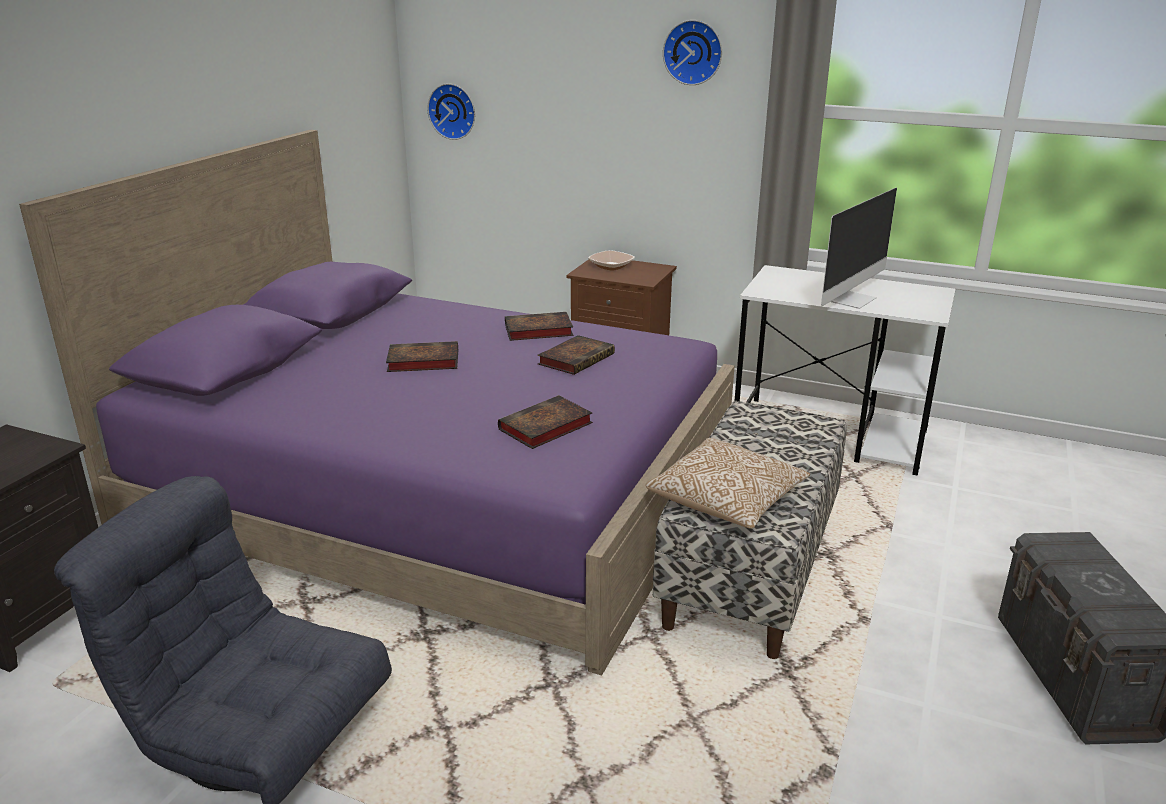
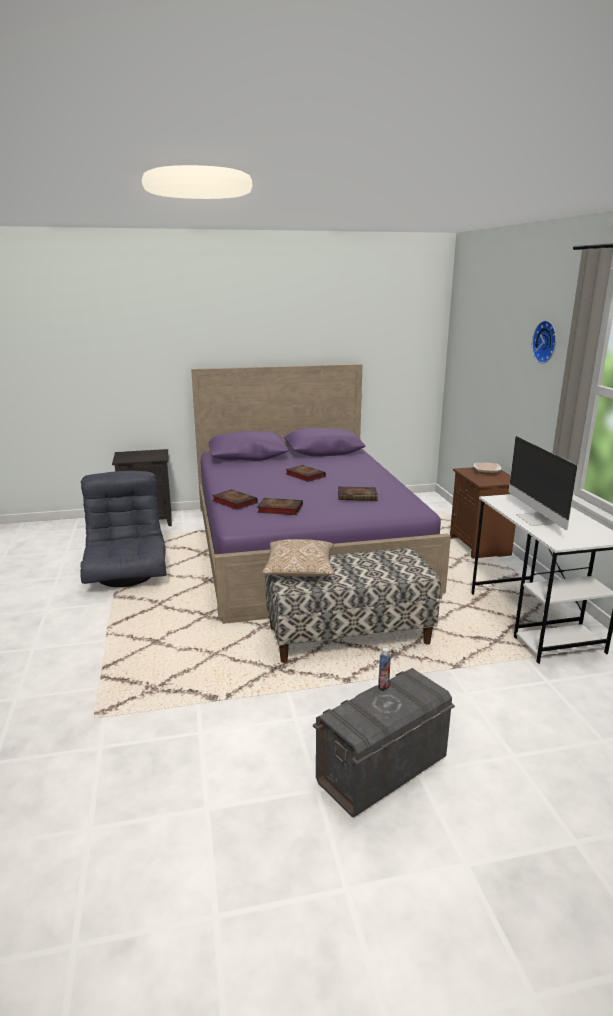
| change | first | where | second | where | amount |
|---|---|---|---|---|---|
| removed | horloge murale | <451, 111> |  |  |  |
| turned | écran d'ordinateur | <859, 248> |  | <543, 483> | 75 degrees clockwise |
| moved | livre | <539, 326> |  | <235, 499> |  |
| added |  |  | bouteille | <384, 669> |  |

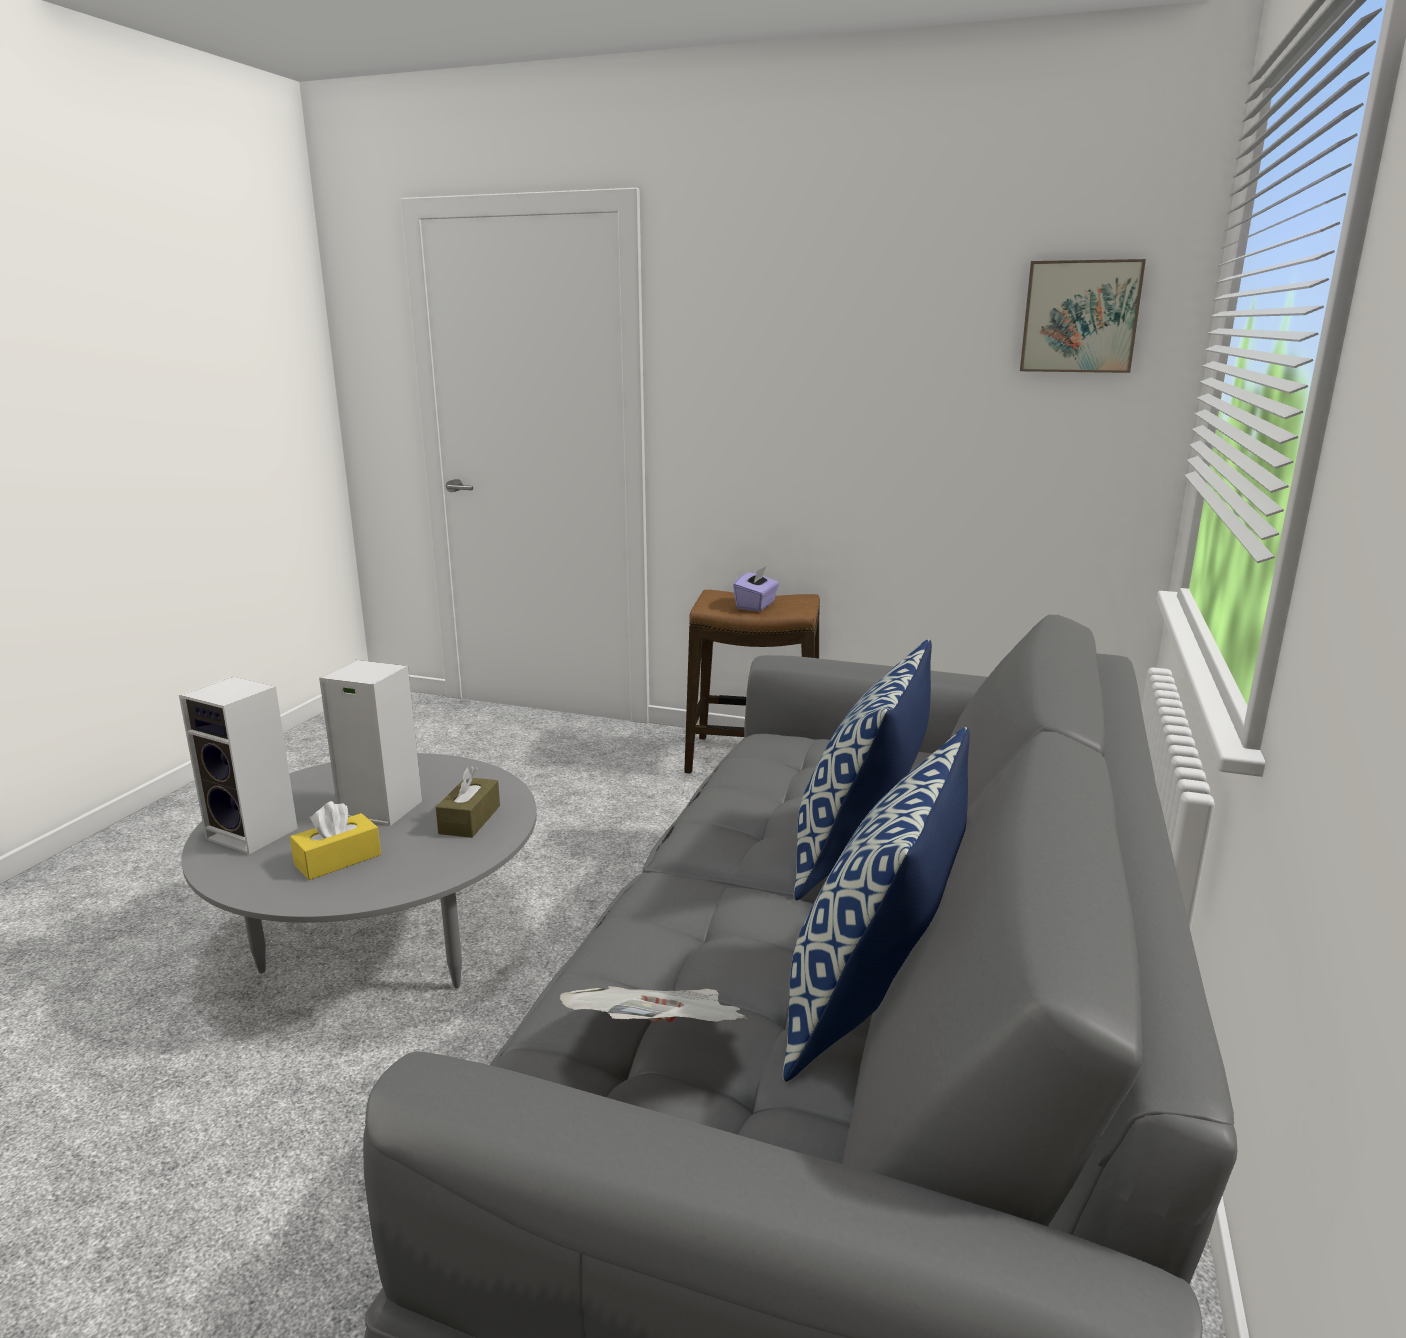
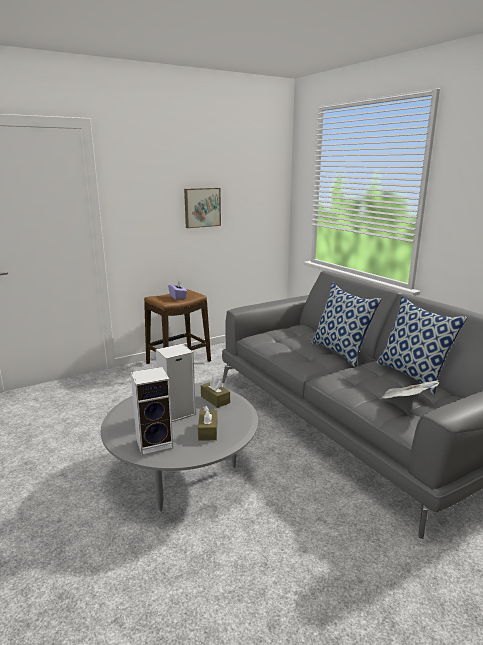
| change | first | where | second | where | amount |
|---|---|---|---|---|---|
| moved | tableau | <1083, 316> |  | <202, 208> |  |
| recoloured | boîte à mouchoirs/jaune | <335, 840> | boîte à mouchoirs/marron | <207, 423> |  |

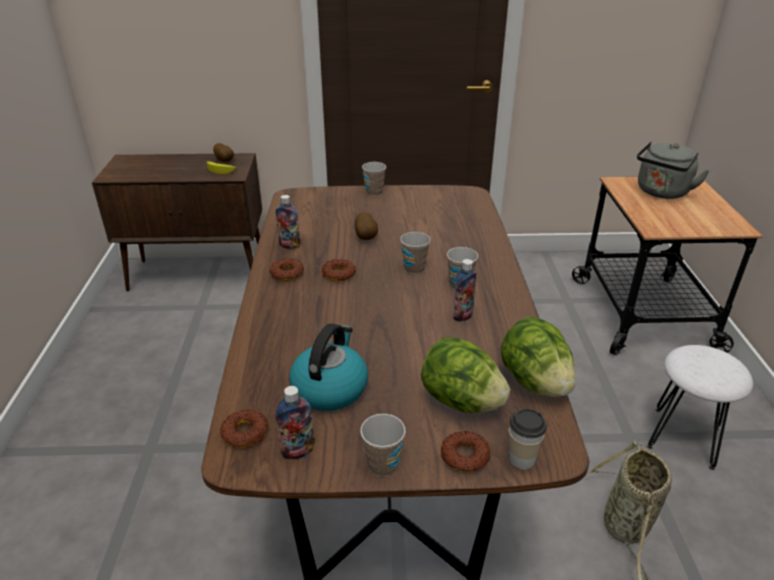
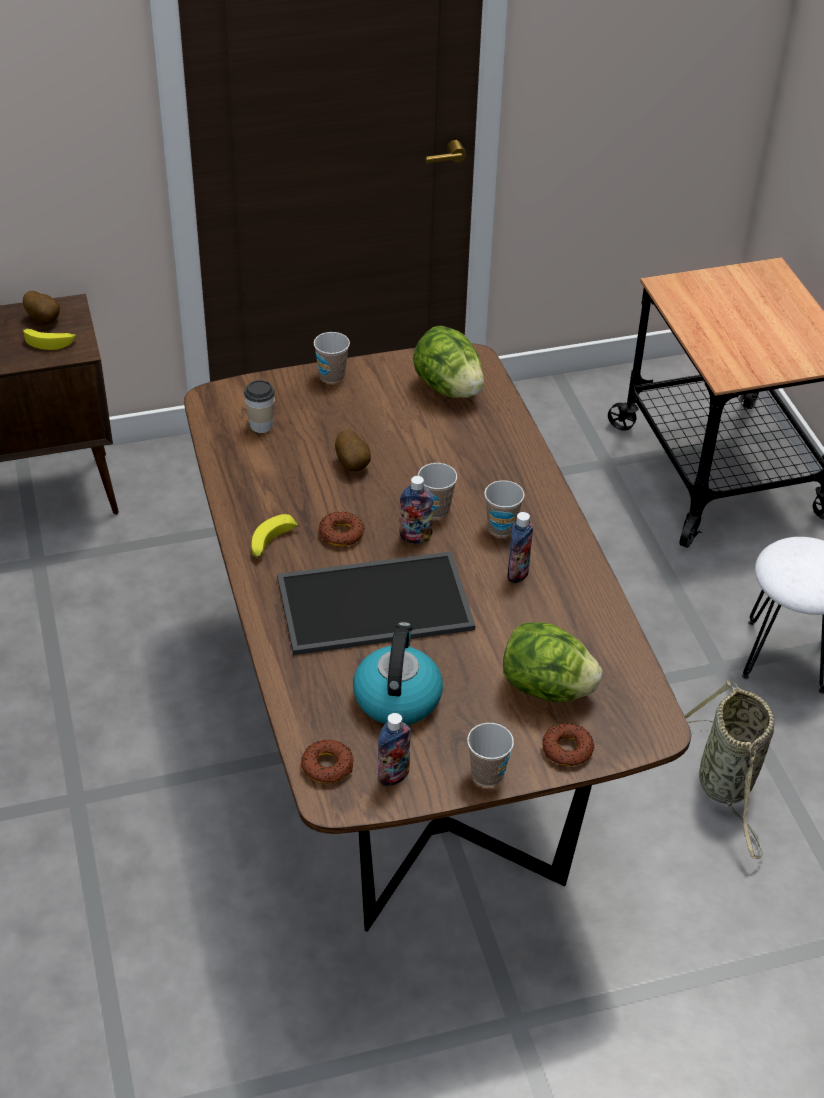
| change | first | where | second | where | amount |
|---|---|---|---|---|---|
| removed | bouilloire/gris | <673, 170> |  |  |  |
| moved | bouteille | <288, 222> |  | <416, 510> |  |
| replaced | beignet | <286, 269> | banane | <276, 536> |  |
| moved | laitue | <538, 357> |  | <448, 362> |  |
| moved | tasse | <528, 439> |  | <259, 406> |  |
| added |  |  | plateau | <376, 603> |  |

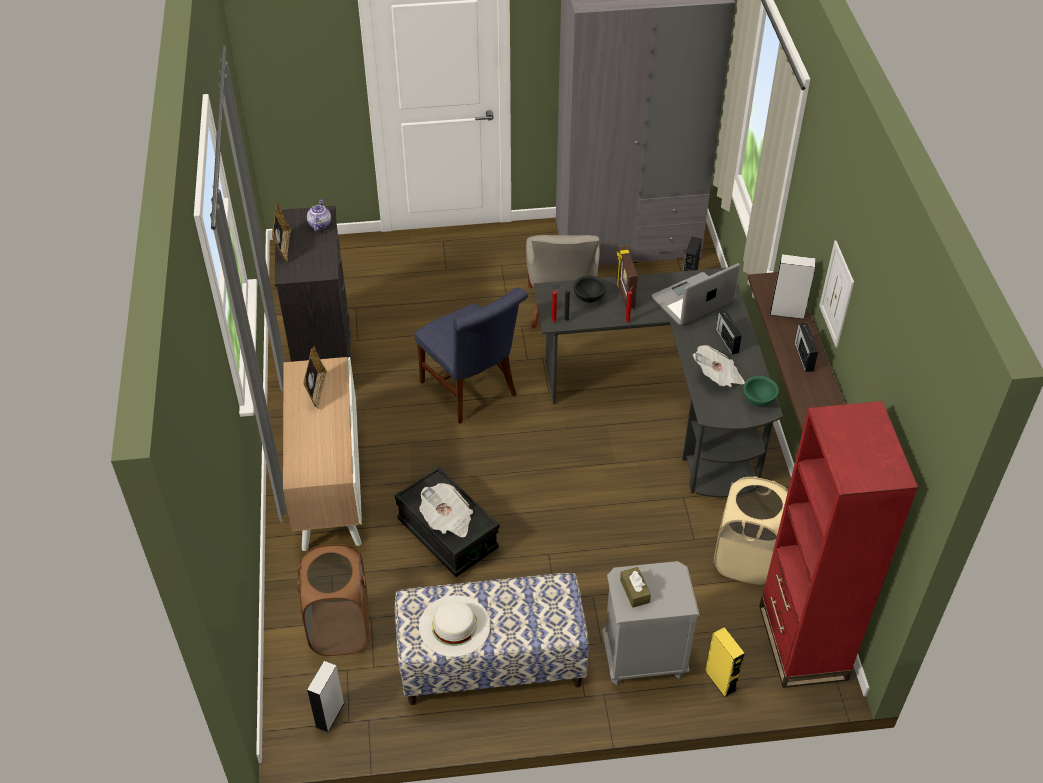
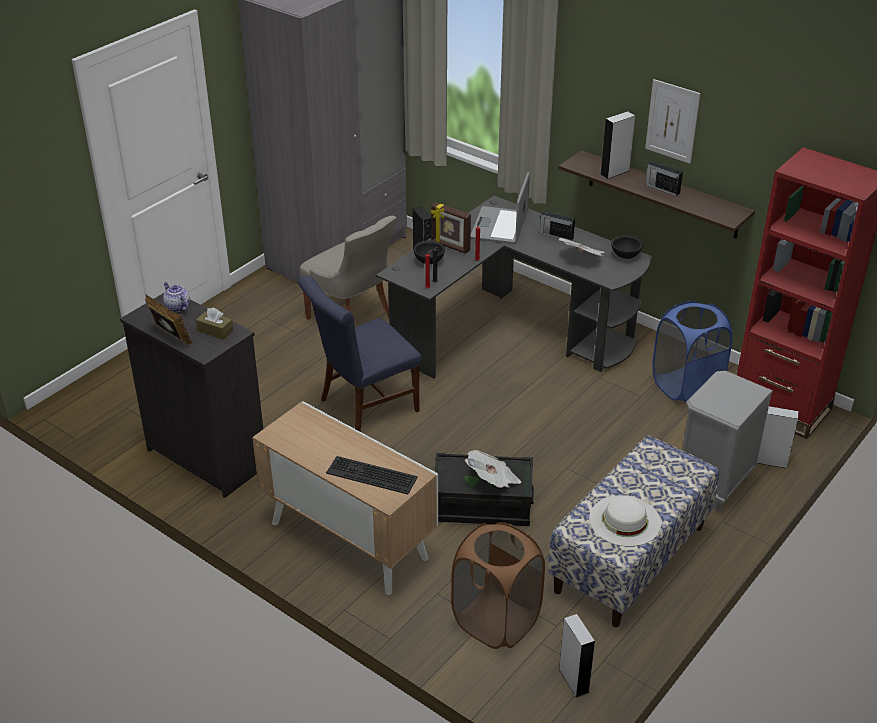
| change | first | where | second | where | amount |
|---|---|---|---|---|---|
| turned | chaise/bleu | <471, 356> |  | <360, 353> | 135 degrees clockwise |
| removed | cadre photo | <315, 377> |  |  |  |
| recoloured | bol/vert | <761, 391> | bol/noir | <627, 247> |  |
| recoloured | panier à linge/beige | <751, 530> | panier à linge/bleu | <692, 351> |  |
| moved | boîte à mouchoirs/marron | <635, 587> |  | <214, 323> |  |
| recoloured | enceinte/jaune | <725, 662> | enceinte/gris | <778, 437> |  |
| added |  |  | clavier | <372, 475> |  |

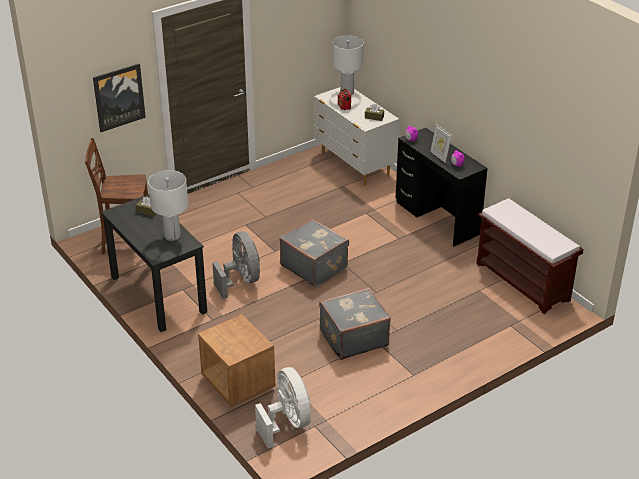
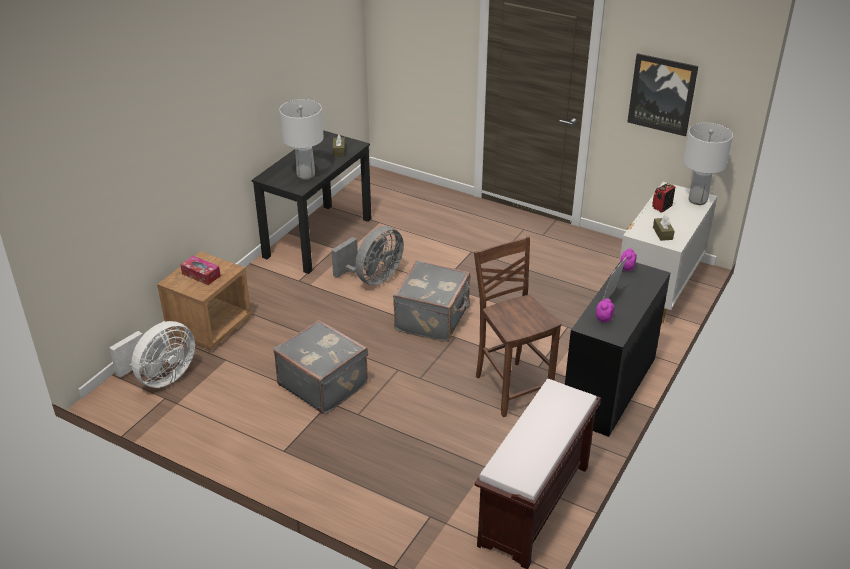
| change | first | where | second | where | amount |
|---|---|---|---|---|---|
| moved | tableau | <119, 98> |  | <662, 94> |  |
| moved | chaise/marron | <116, 196> |  | <517, 327> |  |
| added |  |  | boîte à mouchoirs | <200, 270> |  |

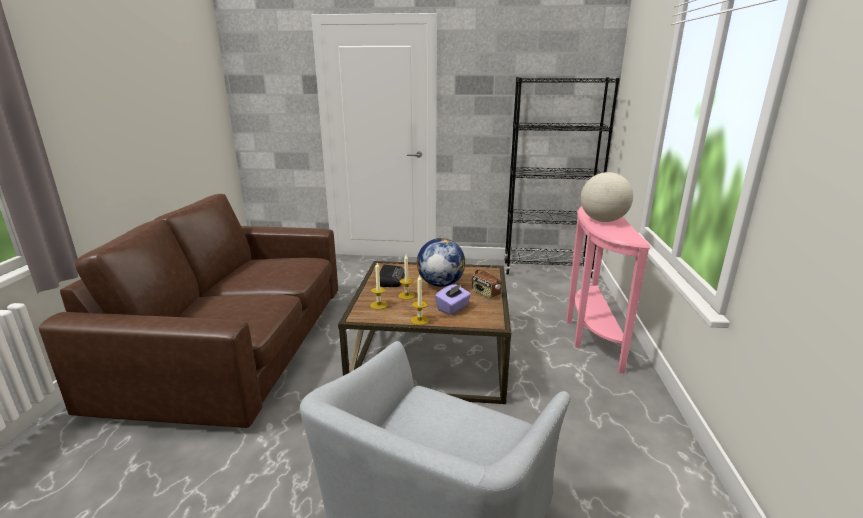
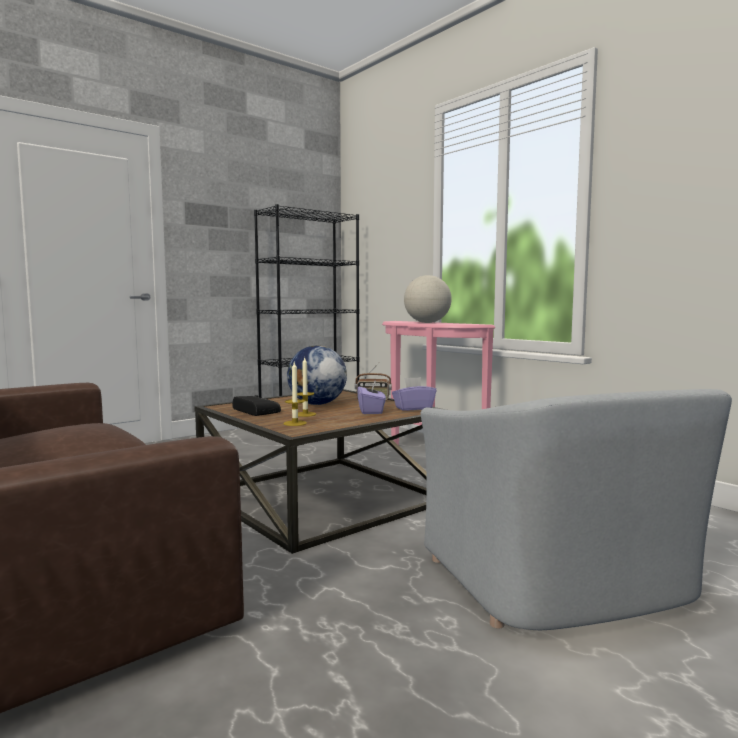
| change | first | where | second | where | amount |
|---|---|---|---|---|---|
| removed | bougie | <420, 299> |  |  |  |
| added |  |  | boîte à mouchoirs/violet | <414, 394> |  |

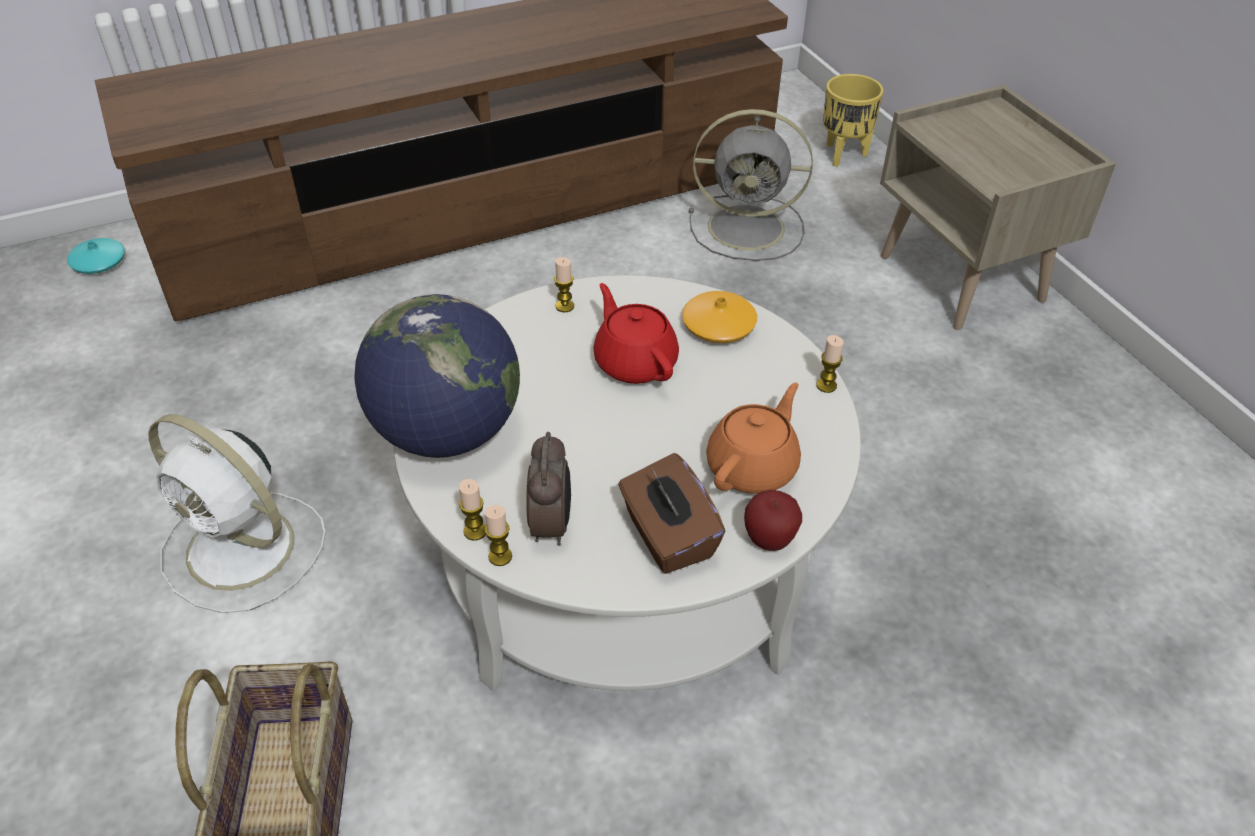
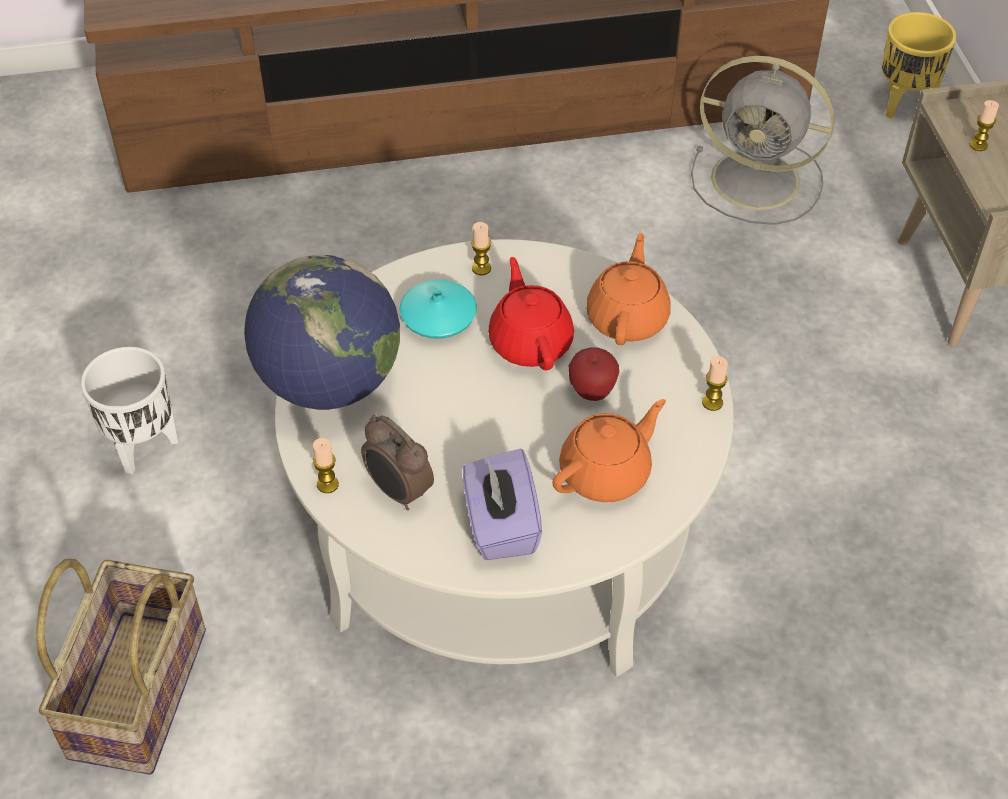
| change | first | where | second | where | amount |
|---|---|---|---|---|---|
| moved | vase/turquoise | <96, 256> |  | <438, 309> |  |
| replaced | vase/orange | <719, 317> | théière/orange | <628, 289> |  |
| replaced | ventilateur/blanc | <237, 513> | cache-pot/blanc | <129, 410> |  |
| turned | réveil | <548, 489> |  | <397, 462> | 120 degrees clockwise |
| recoloured | boîte à mouchoirs/marron | <671, 513> | boîte à mouchoirs/violet | <502, 504> |  |
| moved | pomme | <773, 520> |  | <593, 374> |  |
| moved | bougie | <498, 535> |  | <984, 125> |  |

